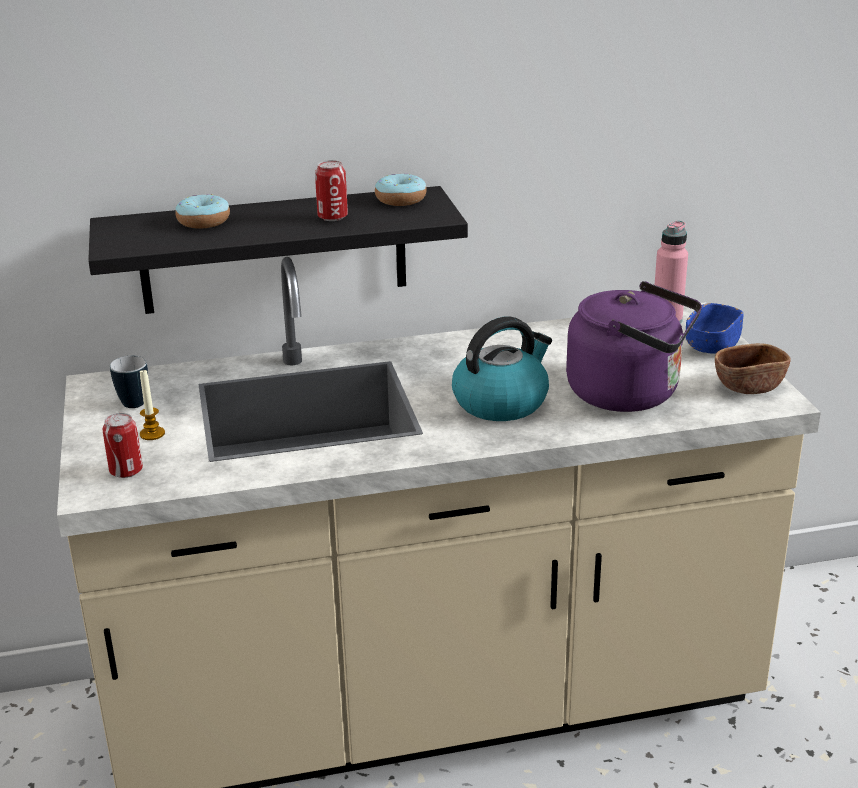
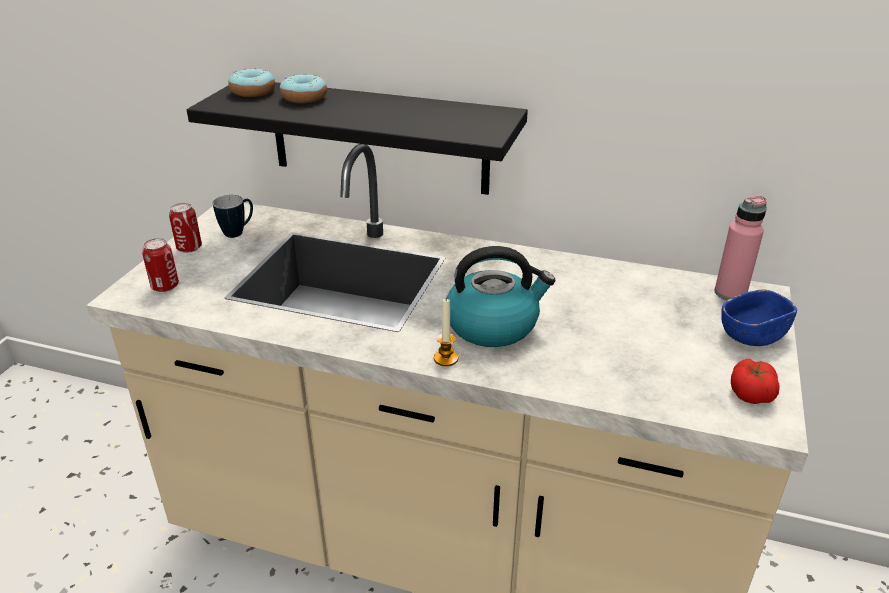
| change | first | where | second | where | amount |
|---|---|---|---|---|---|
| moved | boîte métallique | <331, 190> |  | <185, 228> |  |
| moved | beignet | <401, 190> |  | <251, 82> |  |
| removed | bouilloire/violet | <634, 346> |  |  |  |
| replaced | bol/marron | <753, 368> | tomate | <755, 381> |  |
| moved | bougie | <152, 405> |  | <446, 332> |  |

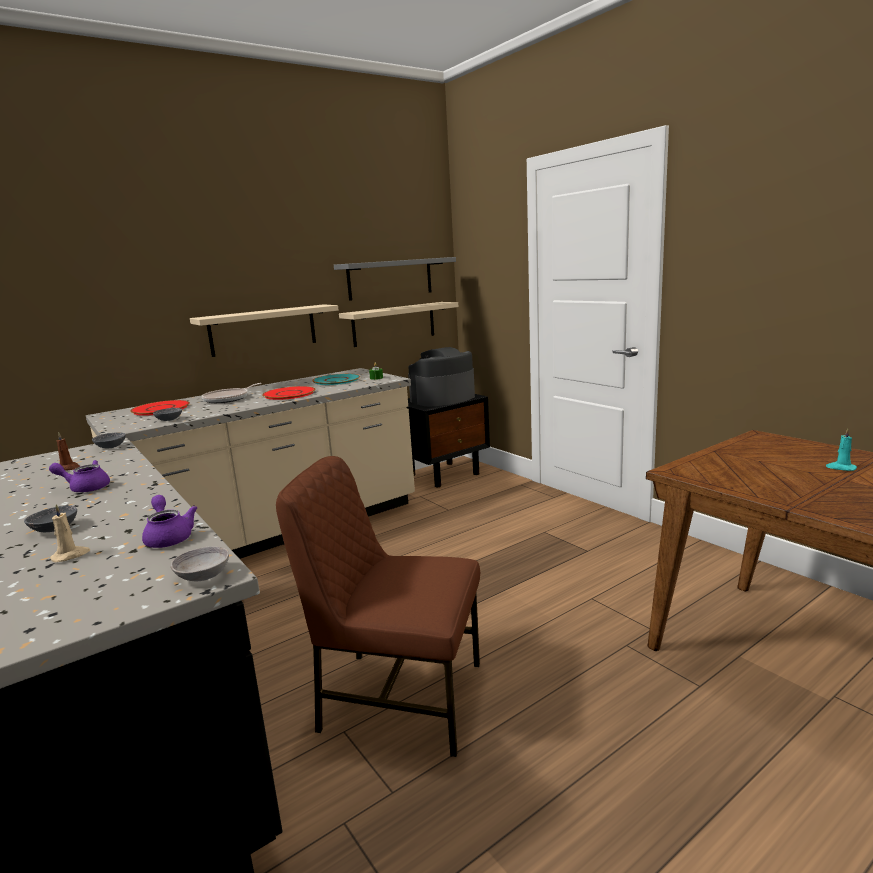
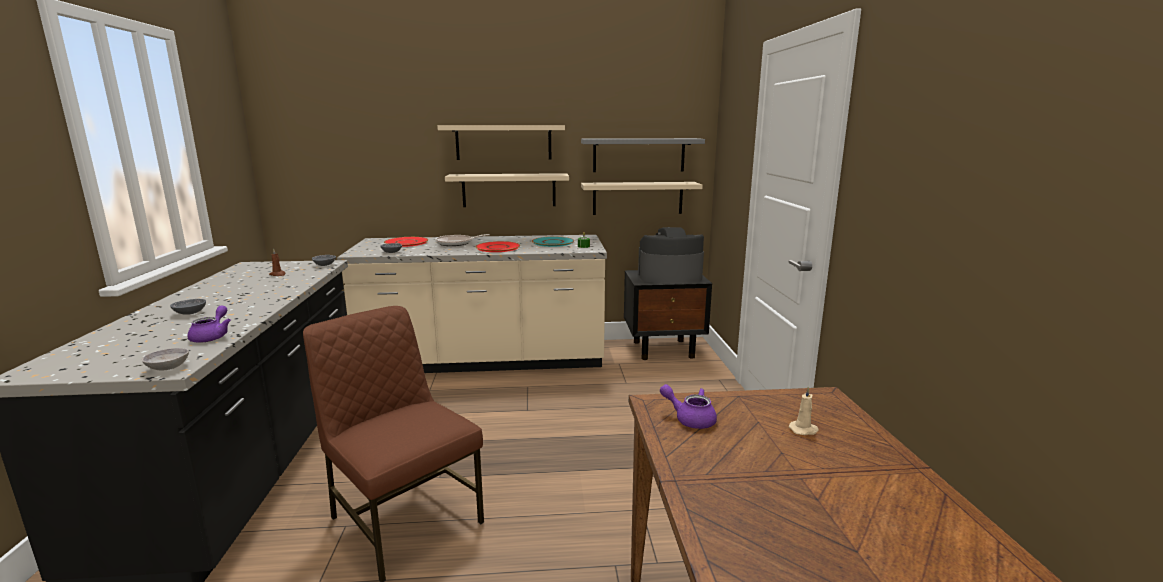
| change | first | where | second | where | amount |
|---|---|---|---|---|---|
| removed | bougie/turquoise | <841, 449> |  |  |  |
| moved | théière/violet | <79, 476> |  | <688, 406> |  |
| moved | bougie/beige | <70, 533> |  | <804, 410> |  |
| added |  |  | étagère/beige | <501, 142> |  |

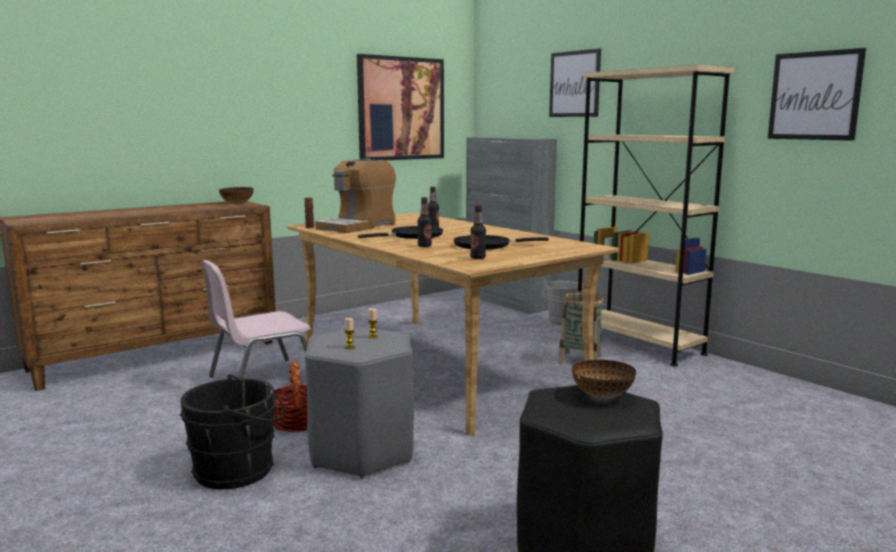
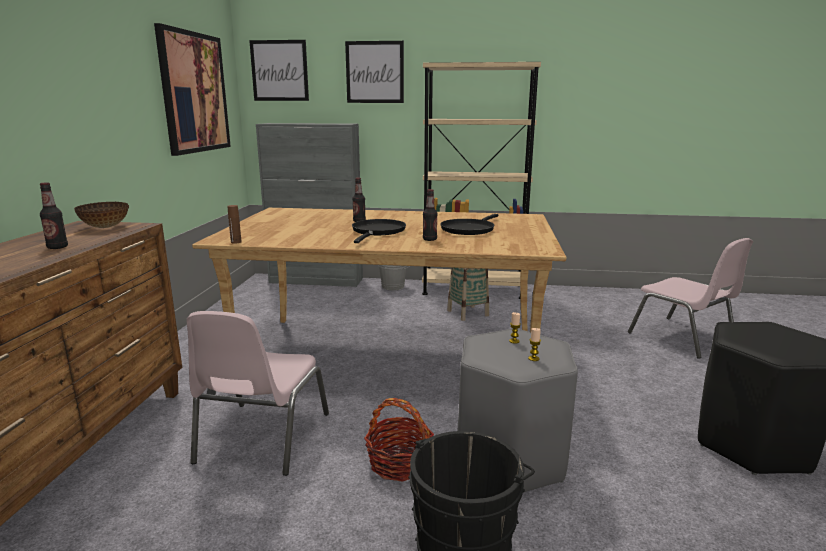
| change | first | where | second | where | amount |
|---|---|---|---|---|---|
| moved | tableau | <817, 94> |  | <279, 70> |  |
| removed | machine à café | <355, 195> |  |  |  |
| moved | bouteille | <478, 232> |  | <54, 215> |  |
| removed | bol | <604, 379> |  |  |  |
| added |  |  | chaise/rose | <690, 298> |  |

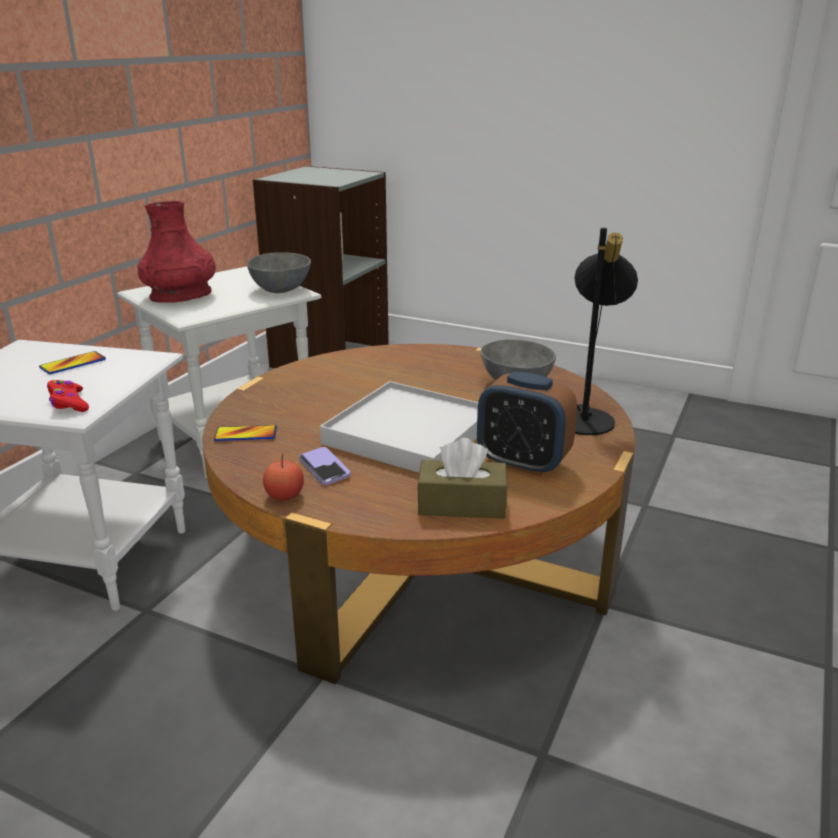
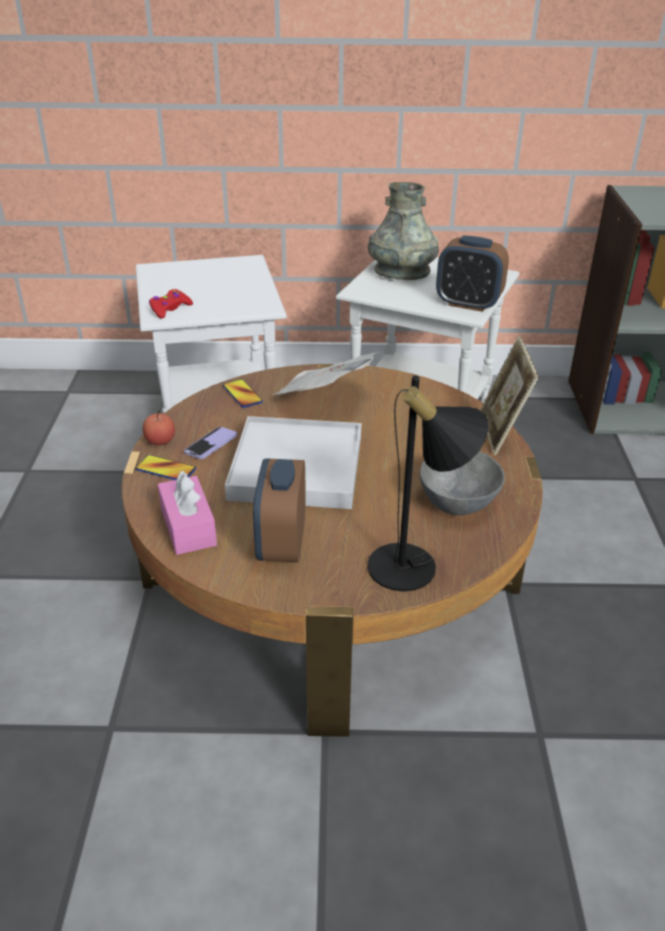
| change | first | where | second | where | amount |
|---|---|---|---|---|---|
| recoloured | vase/rouge | <177, 252> | vase/gris | <403, 231> |  |
| replaced | bol/gris | <279, 273> | réveil | <472, 274> |  |
| moved | téléphone | <72, 362> |  | <165, 467> |  |
| recoloured | boîte à mouchoirs/marron | <462, 478> | boîte à mouchoirs/rose | <187, 513> |  |
| added |  |  | cadre photo | <509, 395> |  |
| added |  |  | journal | <325, 373> |  |

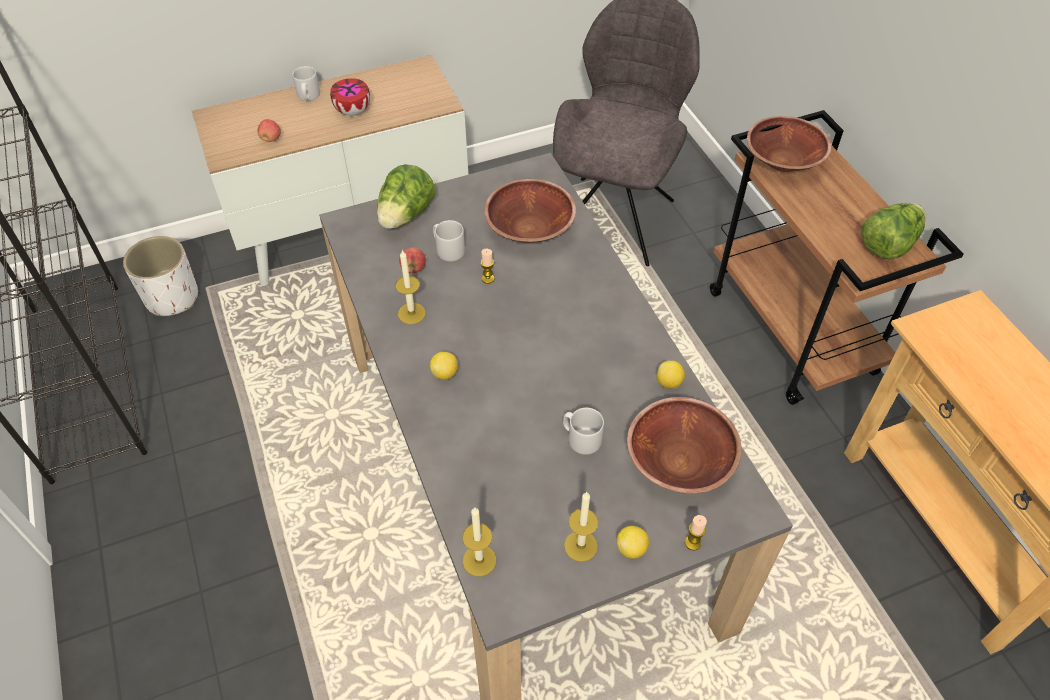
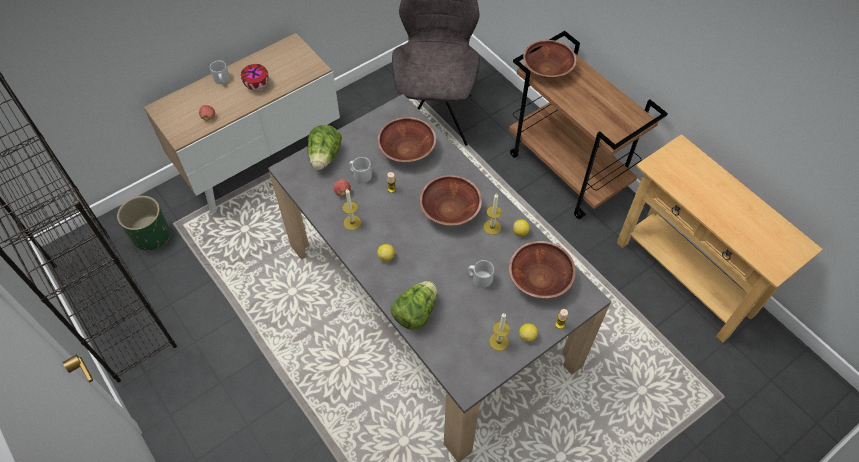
| change | first | where | second | where | amount |
|---|---|---|---|---|---|
| moved | laitue | <894, 231> |  | <414, 305> |  |
| recoloured | cache-pot/blanc | <160, 276> | cache-pot/vert | <143, 223> |  |
| moved | bougie | <479, 542> |  | <492, 214> |  |
| added |  |  | bol/marron | <451, 200> |  |

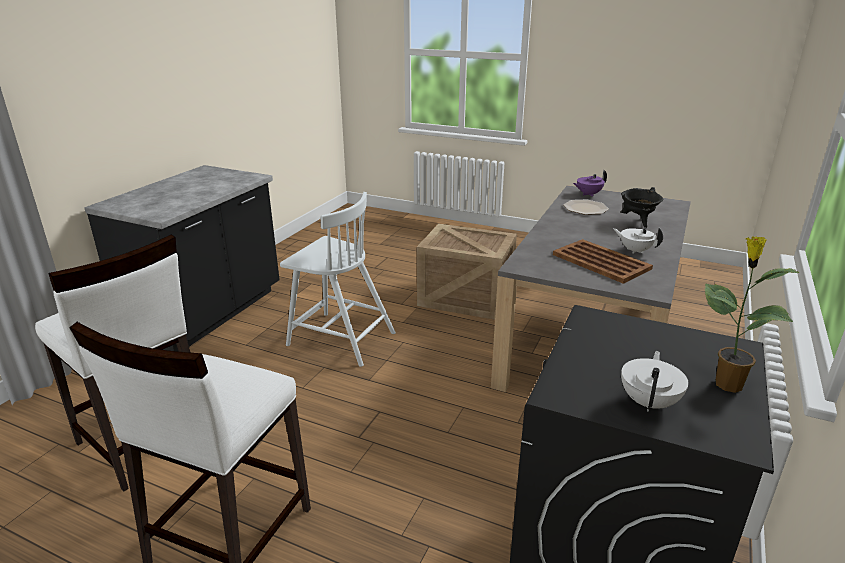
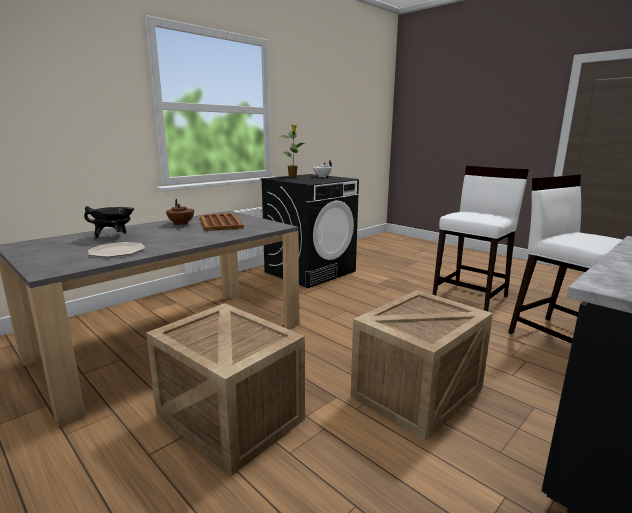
| change | first | where | second | where | amount |
|---|---|---|---|---|---|
| removed | théière/violet | <590, 183> |  |  |  |
| replaced | chaise/blanc | <338, 279> | caisse | <422, 365> |  |
| recoloured | théière/blanc | <638, 241> | théière/marron | <180, 212> |  |

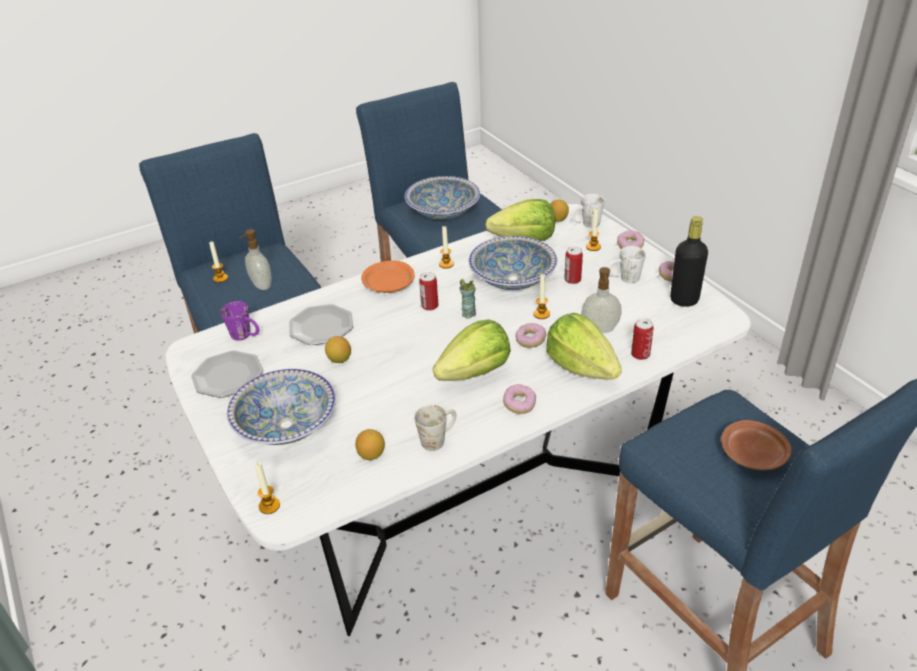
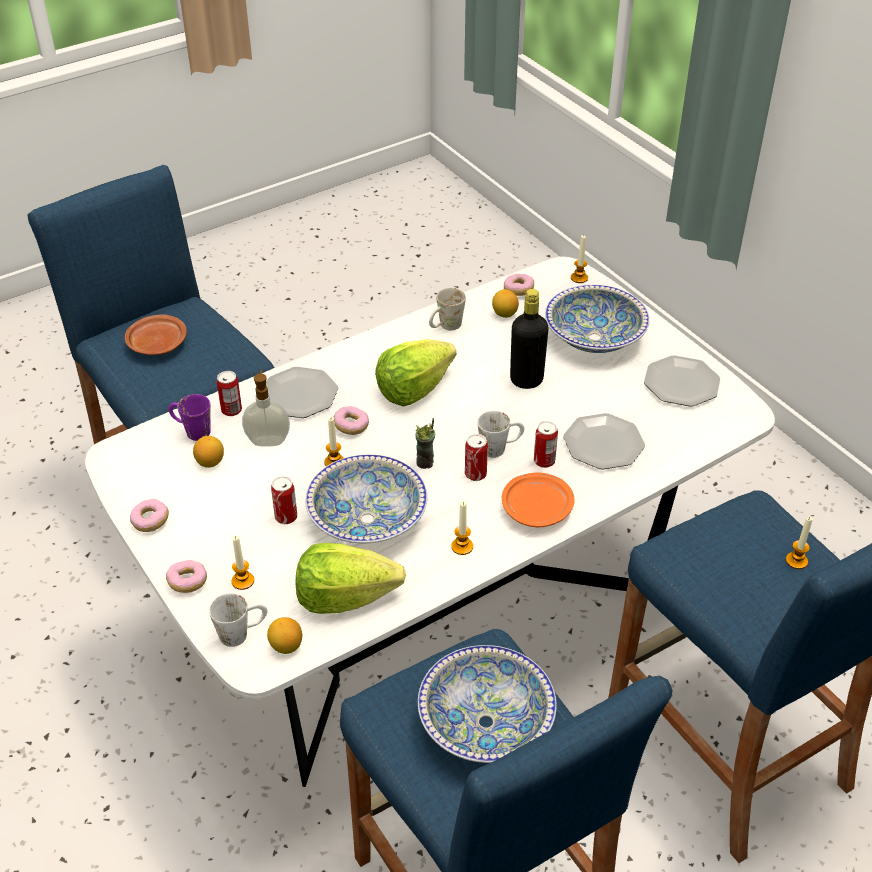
| change | first | where | second | where | amount |
|---|---|---|---|---|---|
| moved | bouteille/noir | <689, 261> |  | <529, 339> |  |
| removed | distributeur de savon | <255, 259> |  |  |  |
| moved | mug/blanc | <627, 264> |  | <500, 434> |  |
| moved | mug/violet | <240, 321> |  | <189, 417> |  |
| replaced | laitue | <584, 346> | assiette | <302, 392> |  |
| moved | citron | <338, 349> |  | <208, 452> |  |
| moved | beignet | <519, 399> |  | <519, 285> |  |
| added |  |  | boîte métallique | <546, 444> |  |

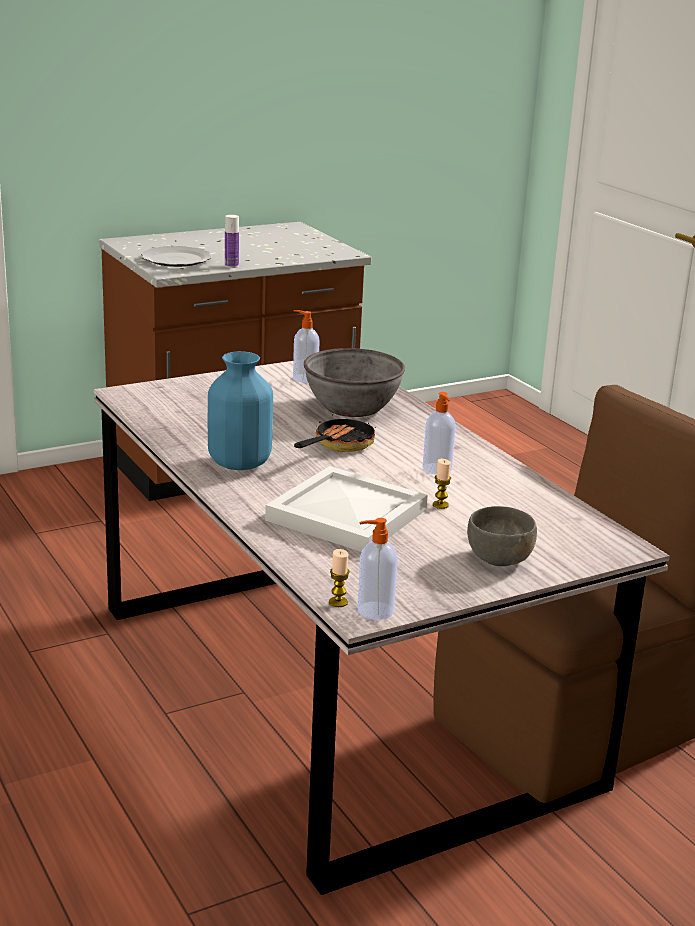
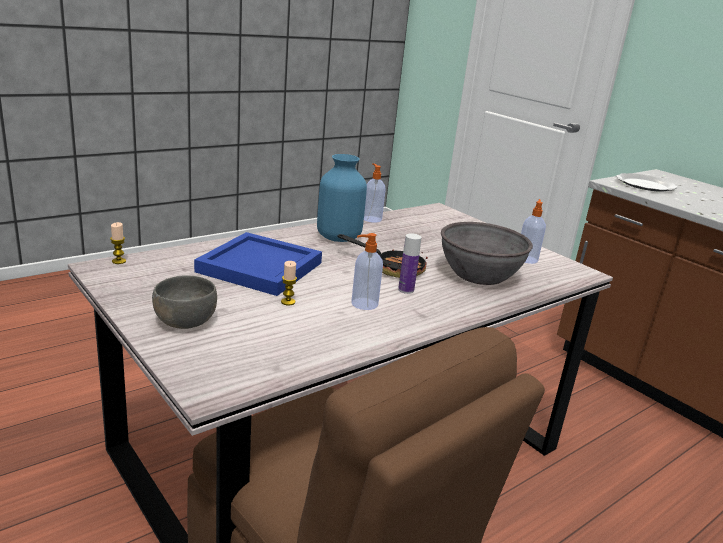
| change | first | where | second | where | amount |
|---|---|---|---|---|---|
| moved | bouteille | <232, 241> |  | <409, 263> |  |
| recoloured | plateau/blanc | <346, 509> | plateau/bleu | <258, 264> |  |
| moved | distributeur de savon | <377, 569> |  | <375, 193> |  |

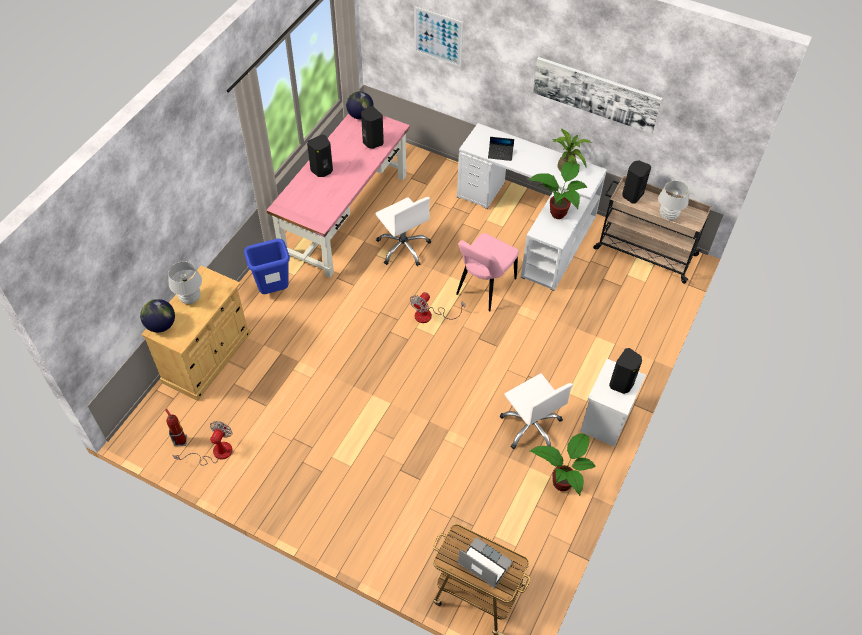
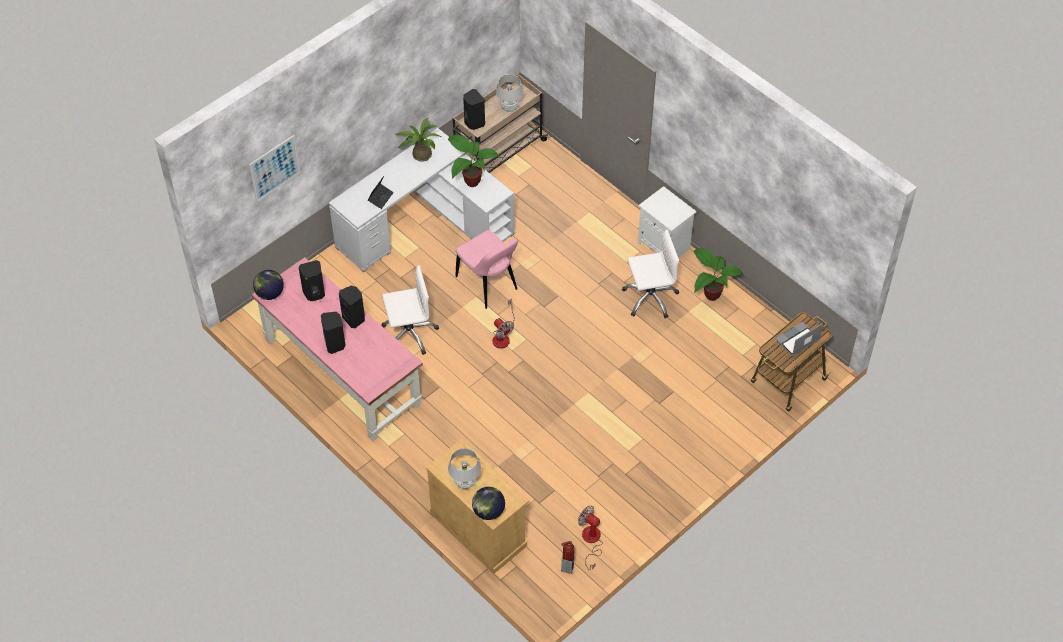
| change | first | where | second | where | amount |
|---|---|---|---|---|---|
| removed | tableau | <597, 95> |  |  |  |
| removed | poubelle/bleu | <267, 266> |  |  |  |
| moved | enceinte/noir | <625, 371> |  | <352, 306> |  |

